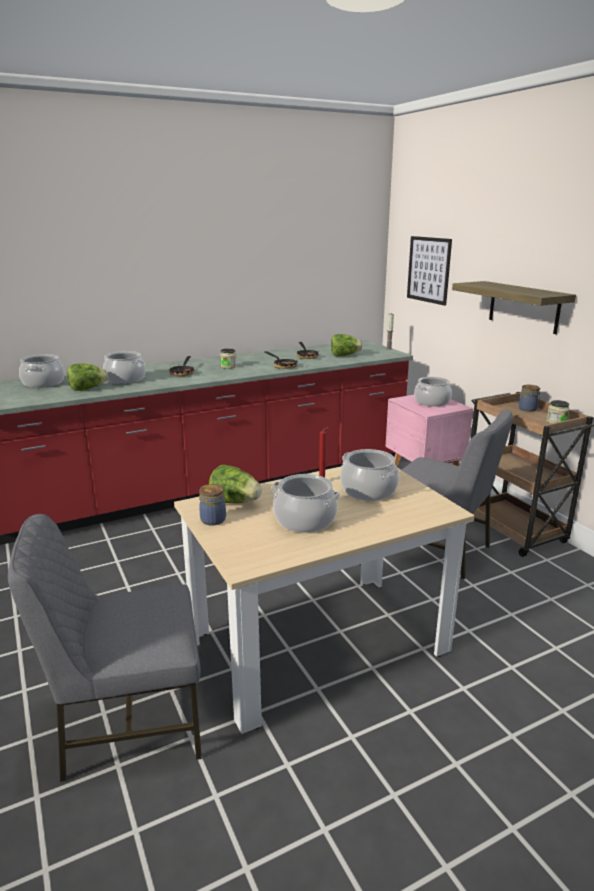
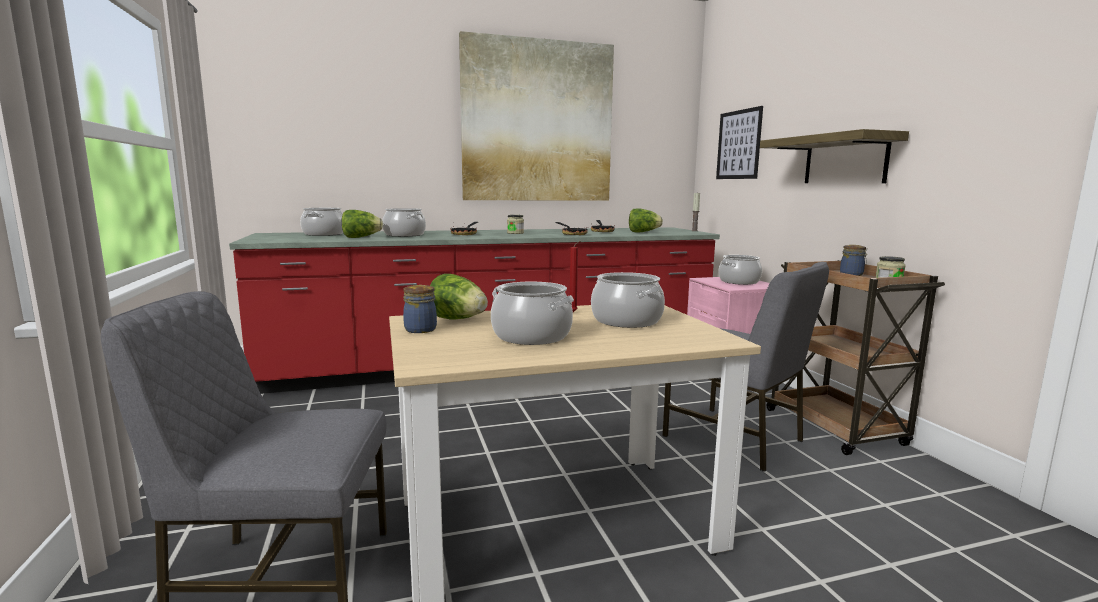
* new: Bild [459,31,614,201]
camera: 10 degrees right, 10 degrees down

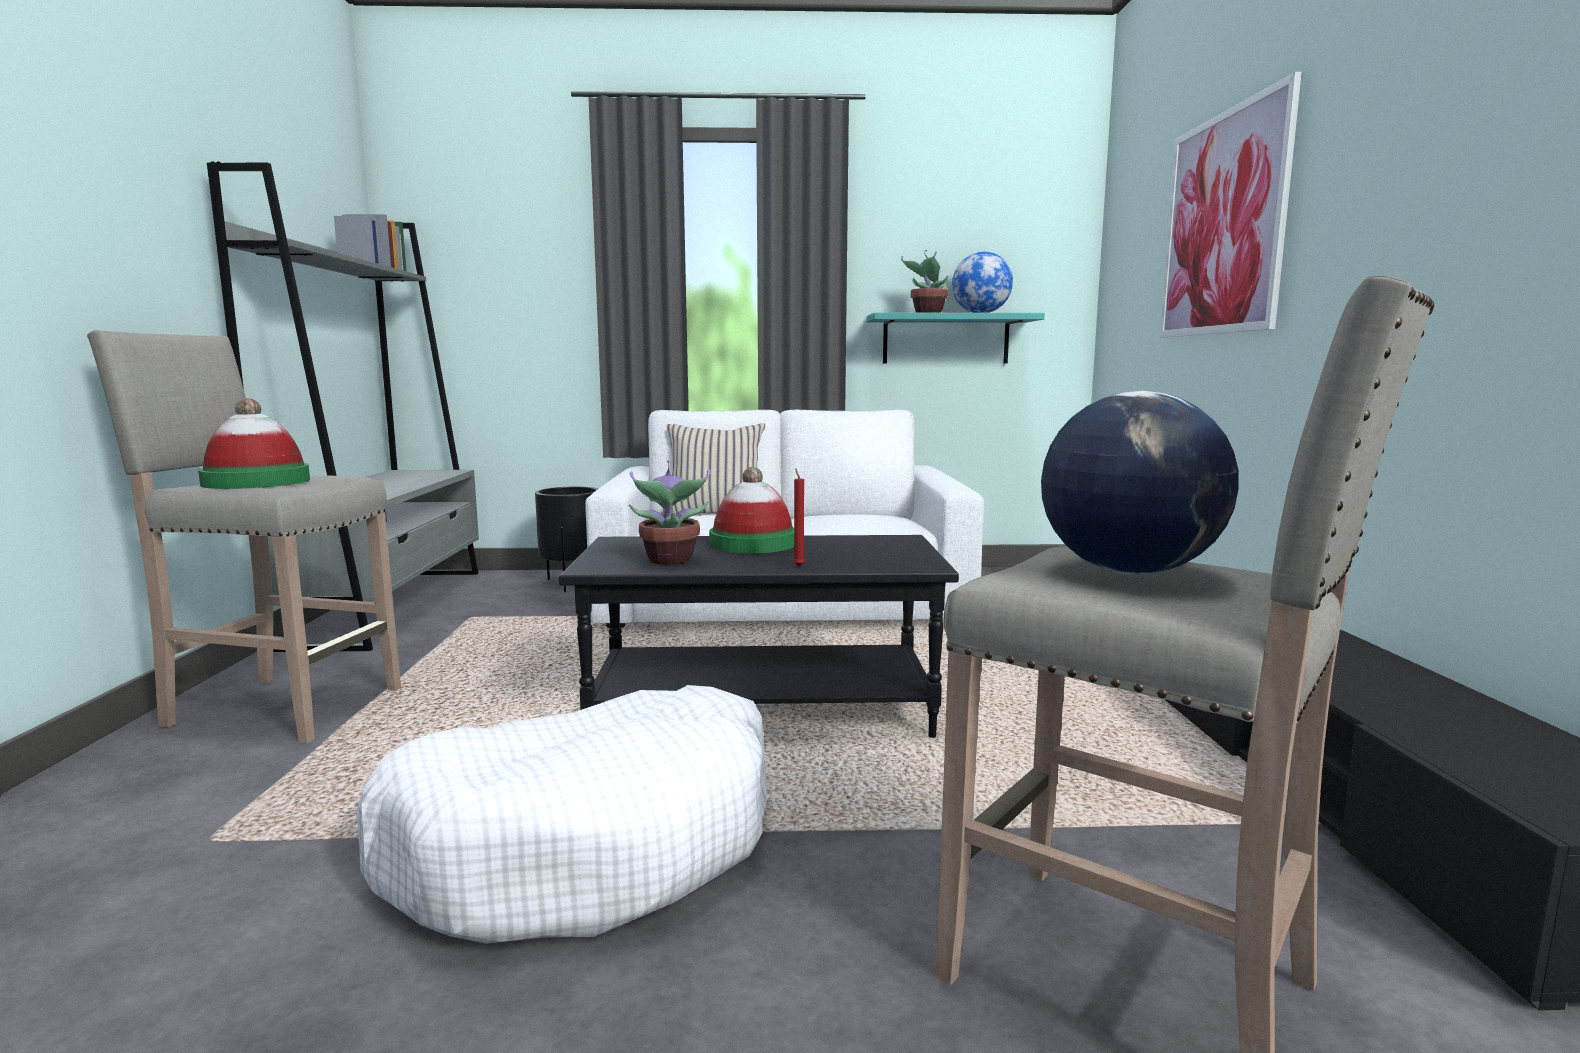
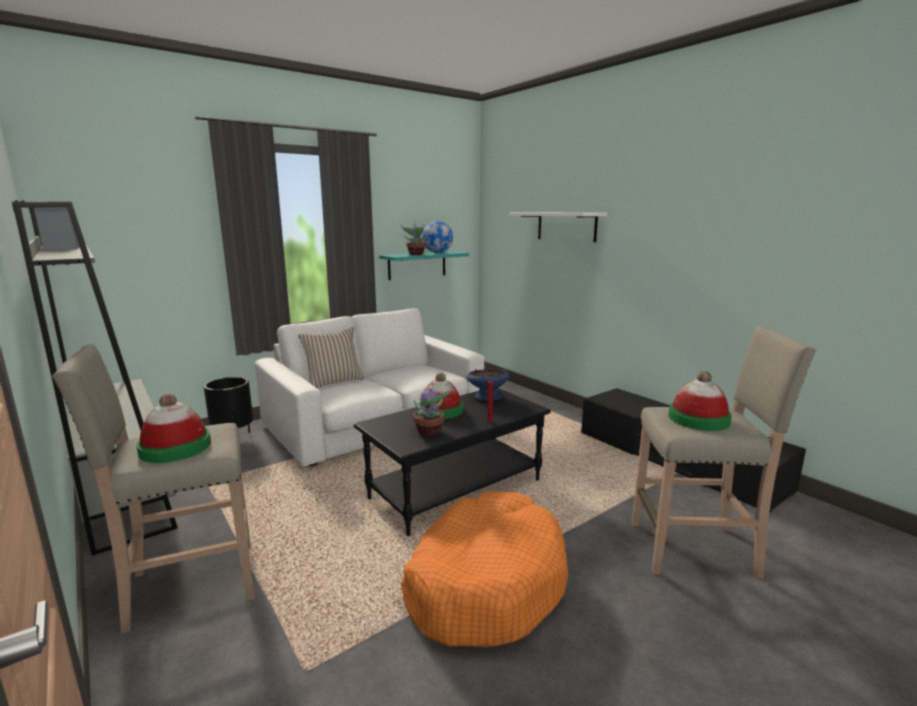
* new: Schüssel/blau [467,368,509,401]
* swapped: Globus [1041,391,1239,575] to Hut [668,371,732,431]
* swapped: Bild [1159,72,1302,338] to Wandregal/weiß [509,212,607,242]
* repainted: Hundebett/weiß [356,685,767,944] to Hundebett/orange [401,491,568,647]
camera: 35 degrees left, 5 degrees up

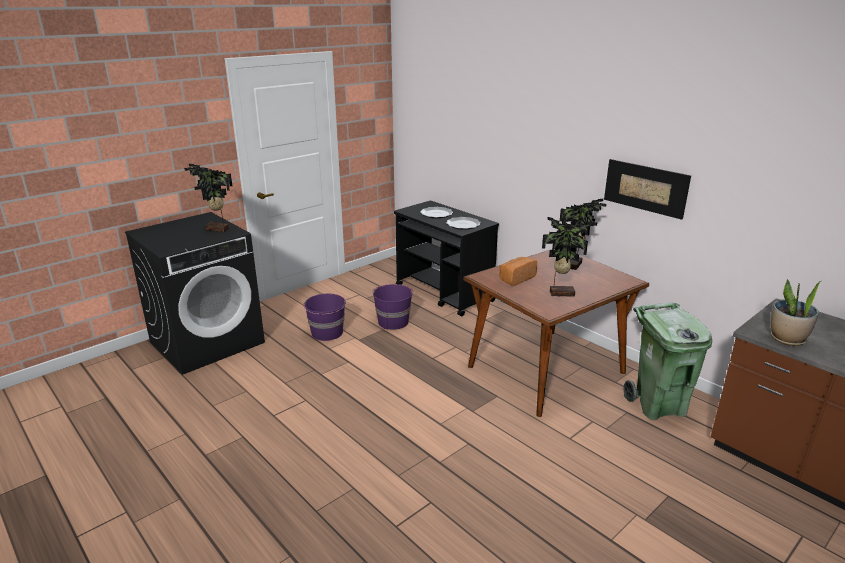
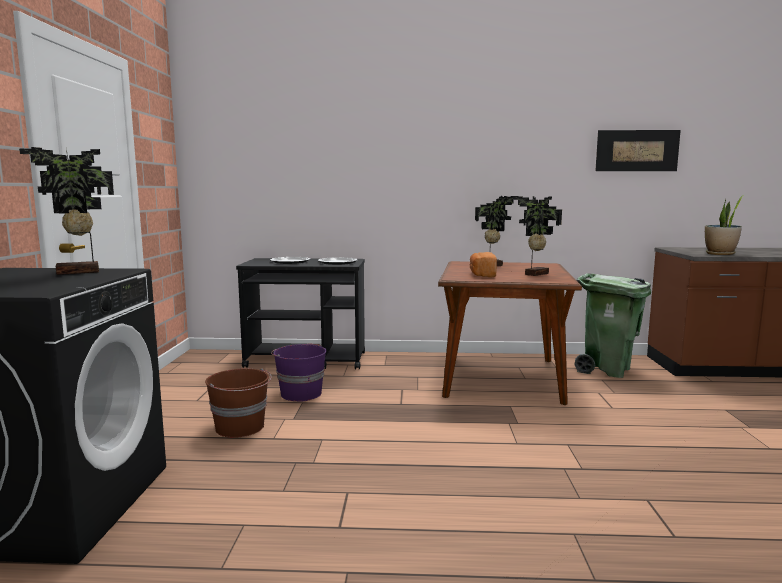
* shifted: Bild [604,159,691,220] to [595,130,681,171]
* repainted: Eimer/lila [303,294,346,341] to Eimer/braun [205,368,272,438]
camera: 45 degrees left, 15 degrees down

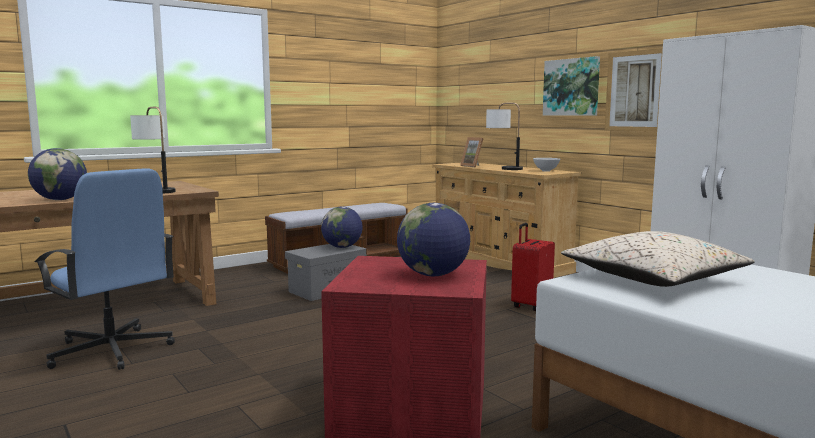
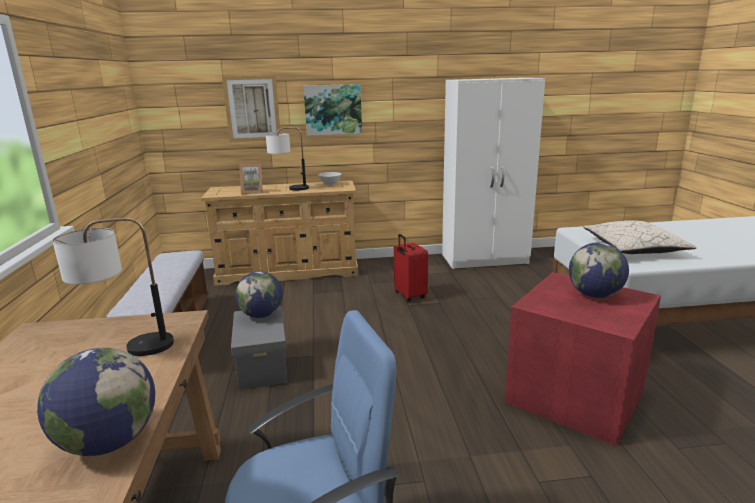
* shifted: Bild [605,48,663,132] to [222,75,281,142]
camera: 60 degrees left, 10 degrees up

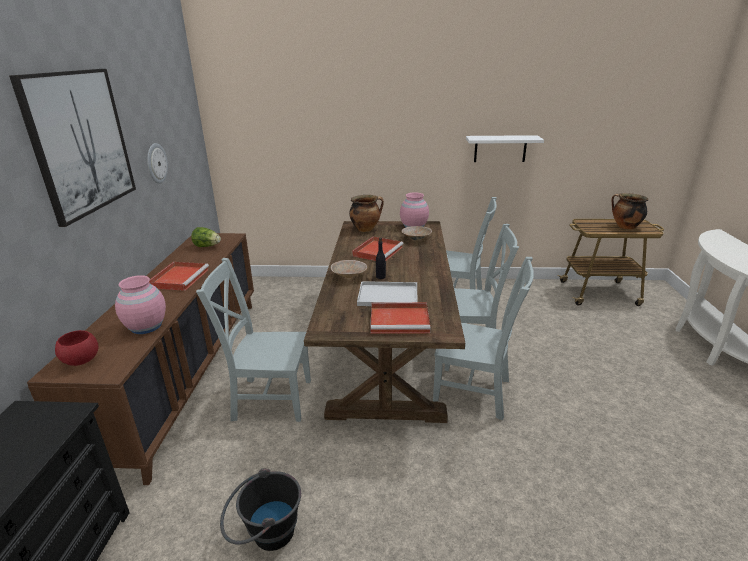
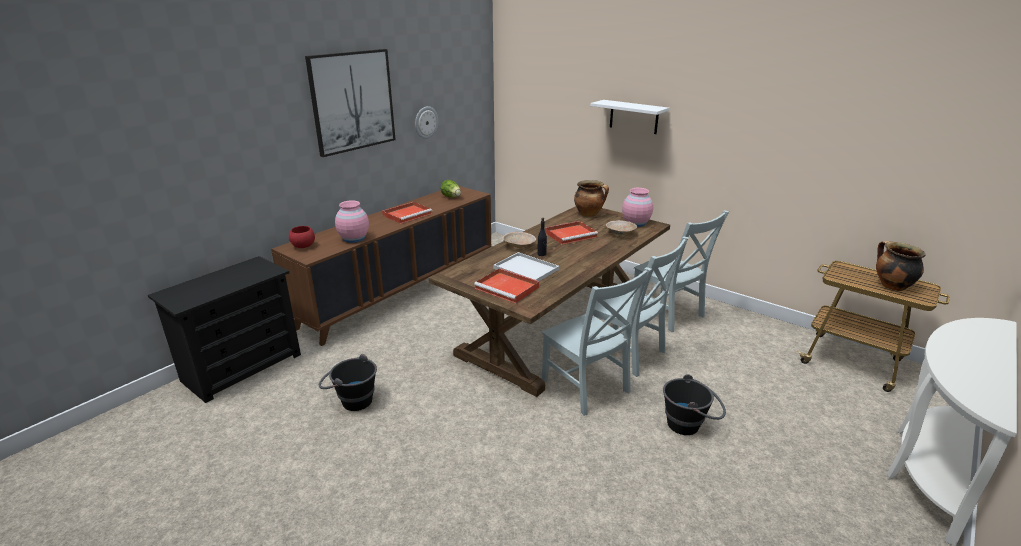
* gone: Stuhl/grau [196,258,311,422]
* new: Eimer/schwarz [663,374,726,435]
* shifted: Wandregal/weiß [466,135,544,162] to [590,100,669,134]
camera: 35 degrees right, 0 degrees up

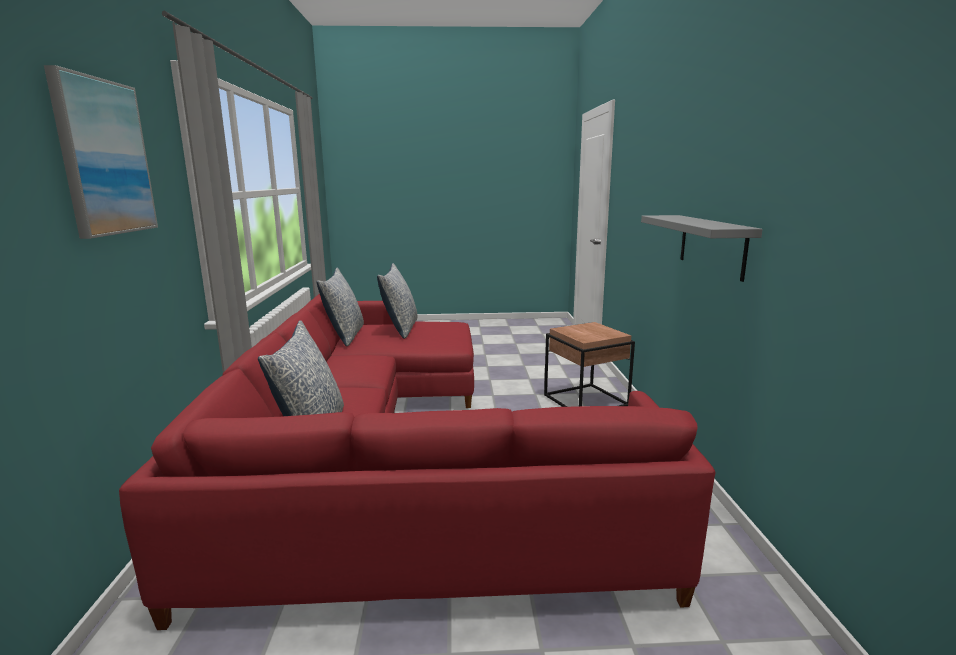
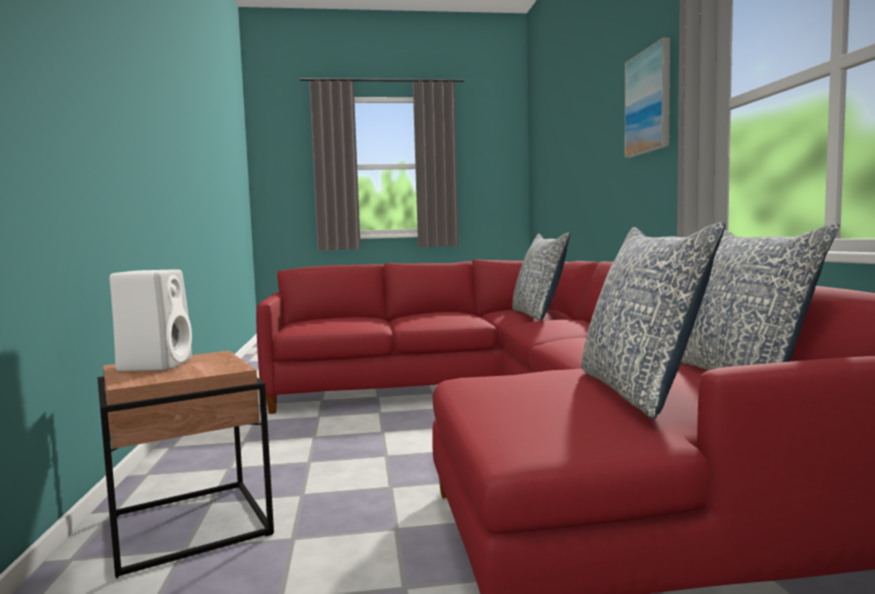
* gone: Wandregal/grau [641,215,763,282]
* new: Lautsprecher/weiß [109,269,192,371]
camera: 175 degrees right, 10 degrees down

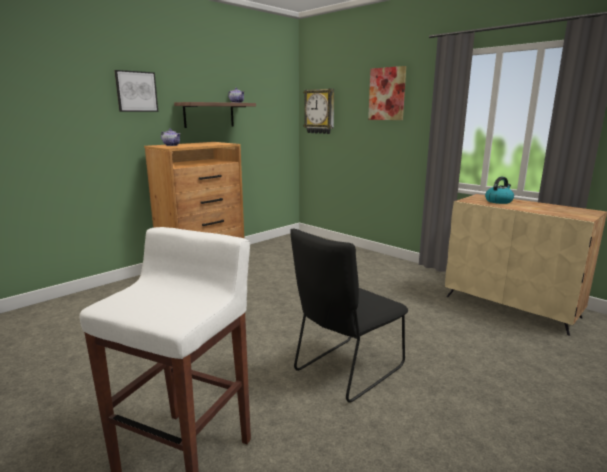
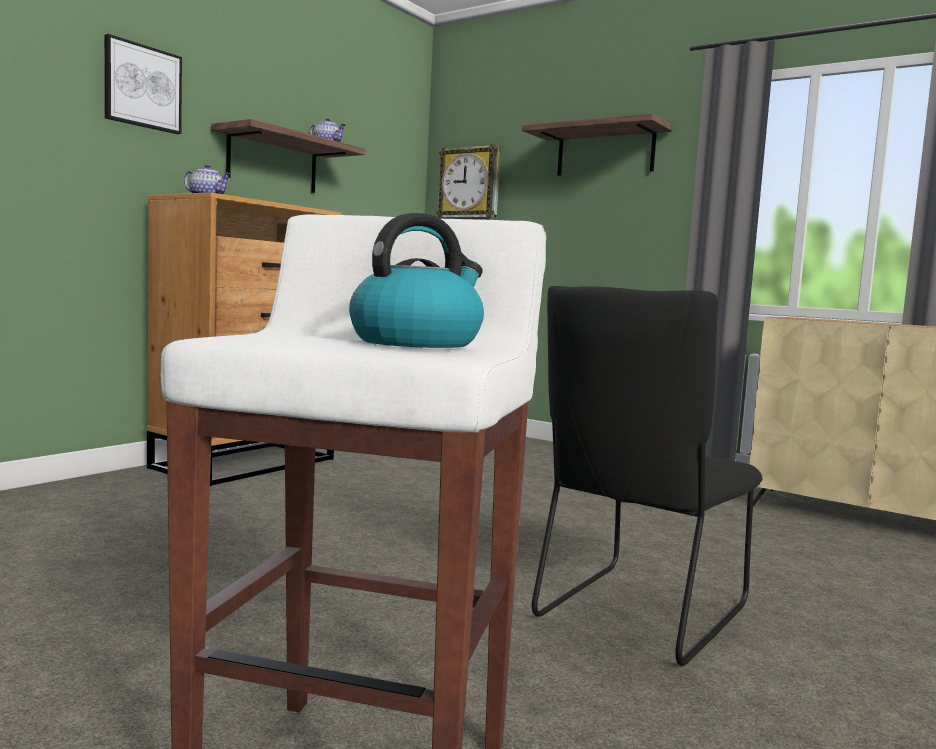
* shifted: Wasserkessel [485,177,514,204] to [349,213,484,348]
* swapped: Bild [368,66,406,120] to Wandregal [522,113,673,176]
camera: 10 degrees left, 10 degrees down

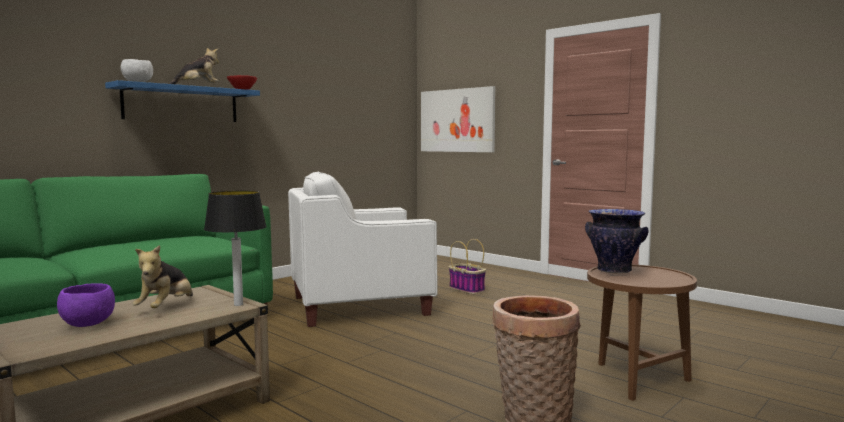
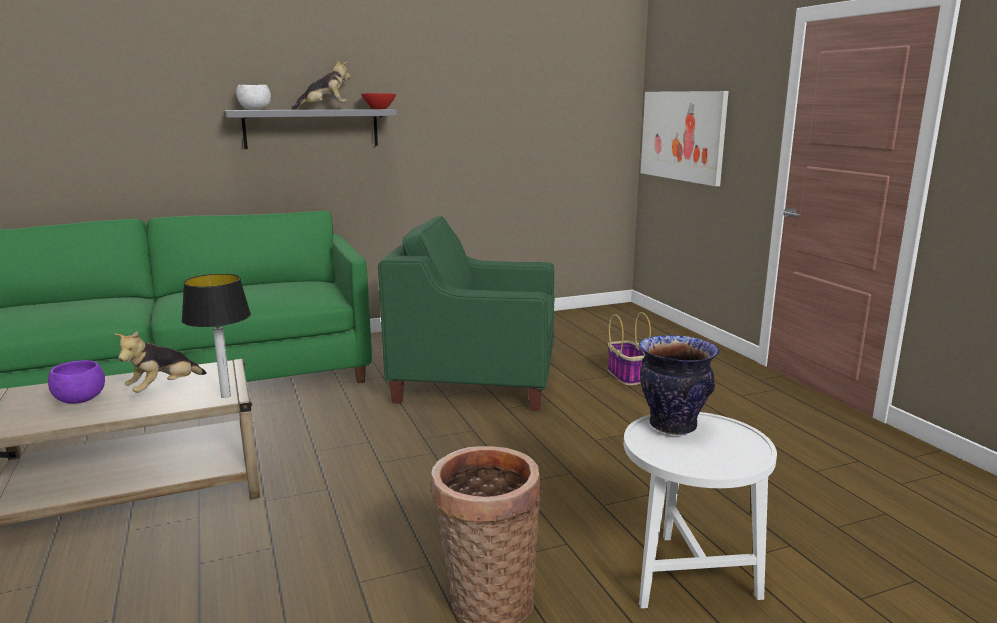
* repainted: Wandregal/blau [105,80,260,122] to Wandregal/grau [225,109,397,149]
* repainted: Sessel/weiß [288,172,438,327] to Sessel/grün [378,216,555,411]
* repainted: Beistelltisch/braun [587,264,697,401] to Beistelltisch/weiß [624,412,777,608]
camera: 25 degrees right, 10 degrees up

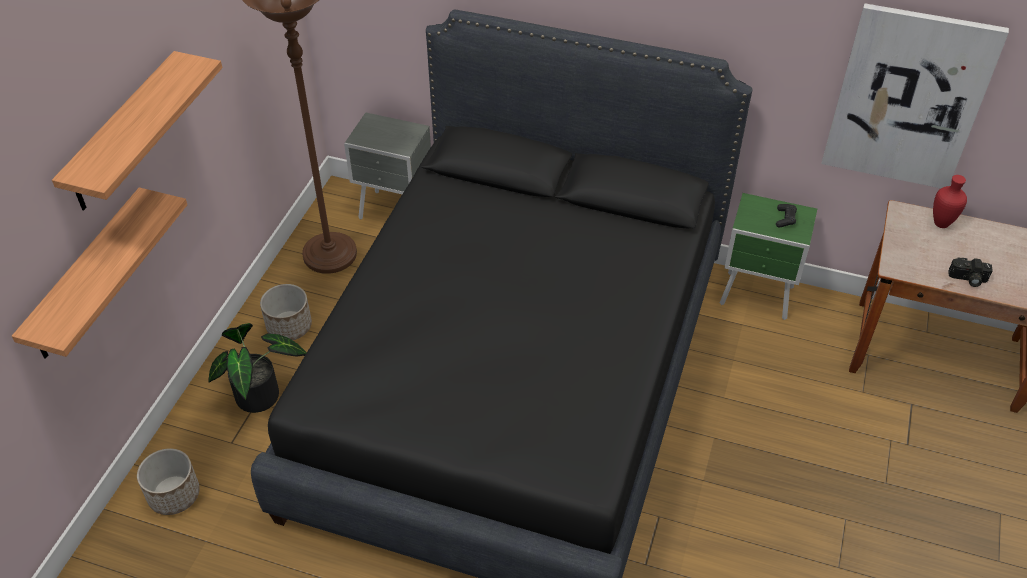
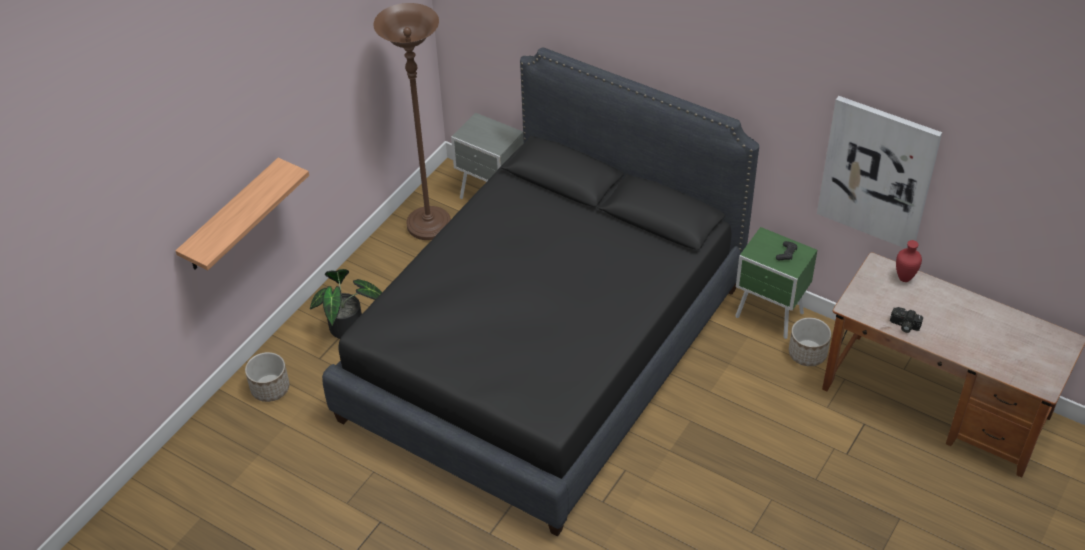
* gone: Wandregal [52,51,222,211]
* shifted: Pflanzkübel [260,284,312,340] to [789,318,831,366]
camera: 15 degrees right, 0 degrees up

